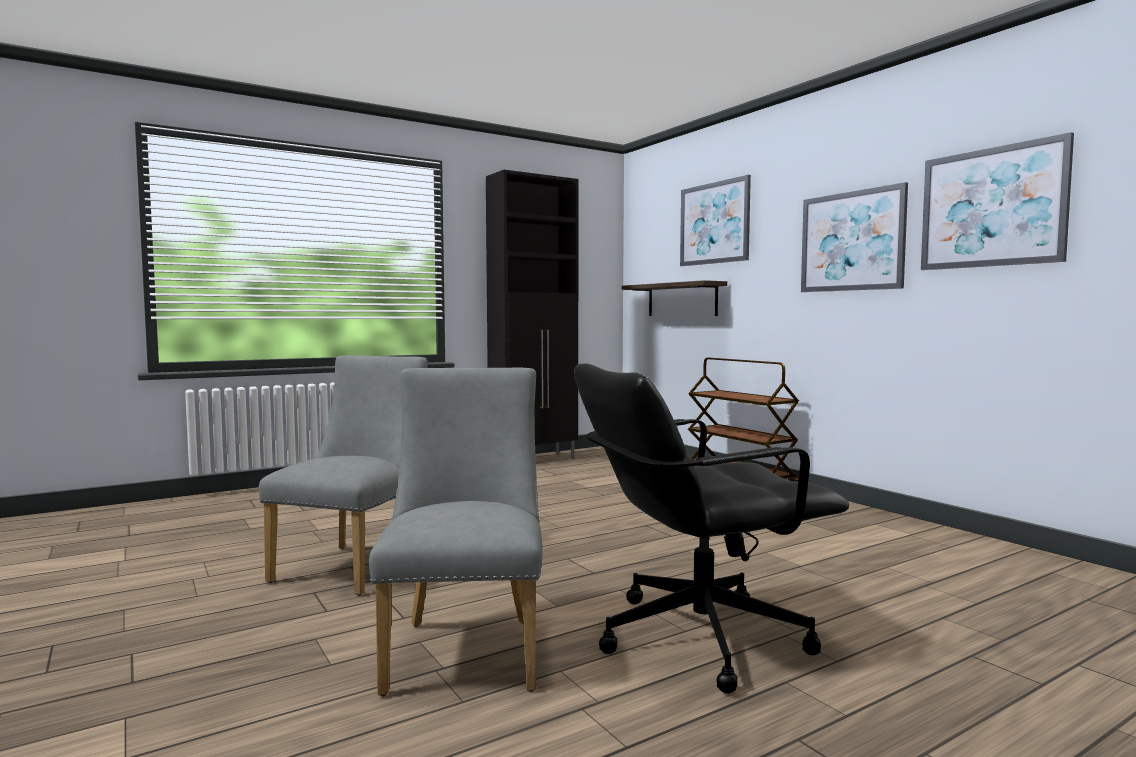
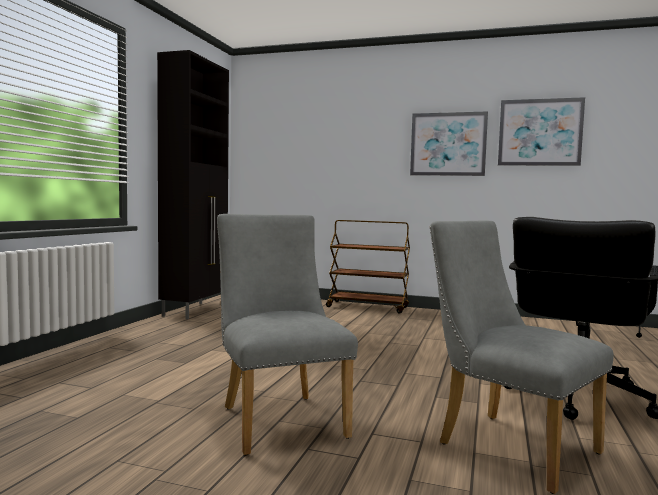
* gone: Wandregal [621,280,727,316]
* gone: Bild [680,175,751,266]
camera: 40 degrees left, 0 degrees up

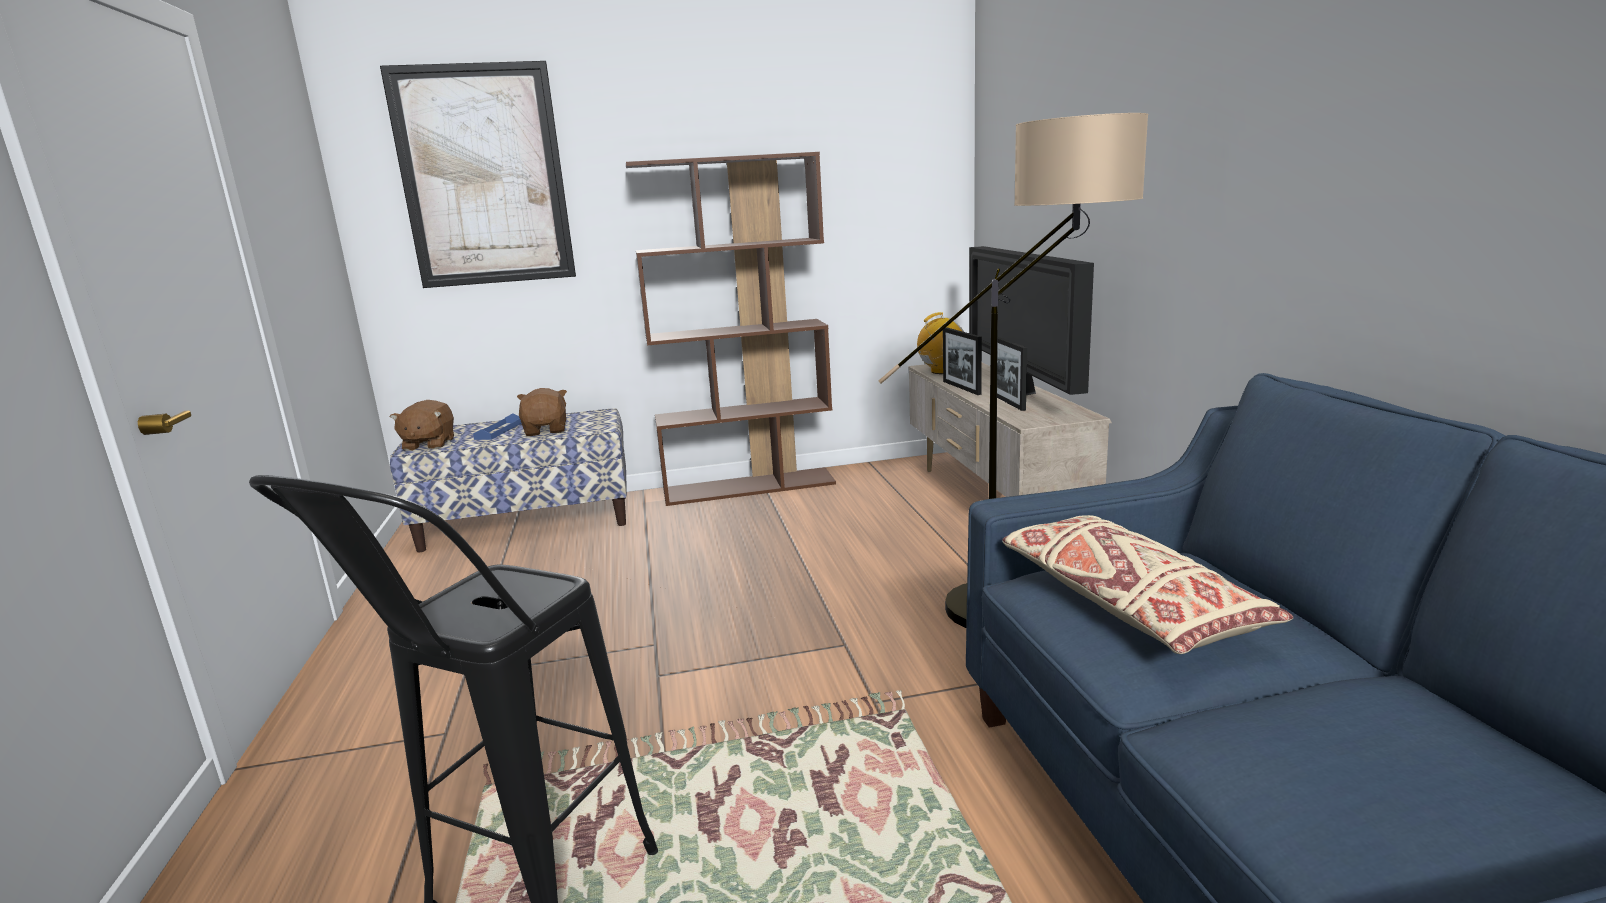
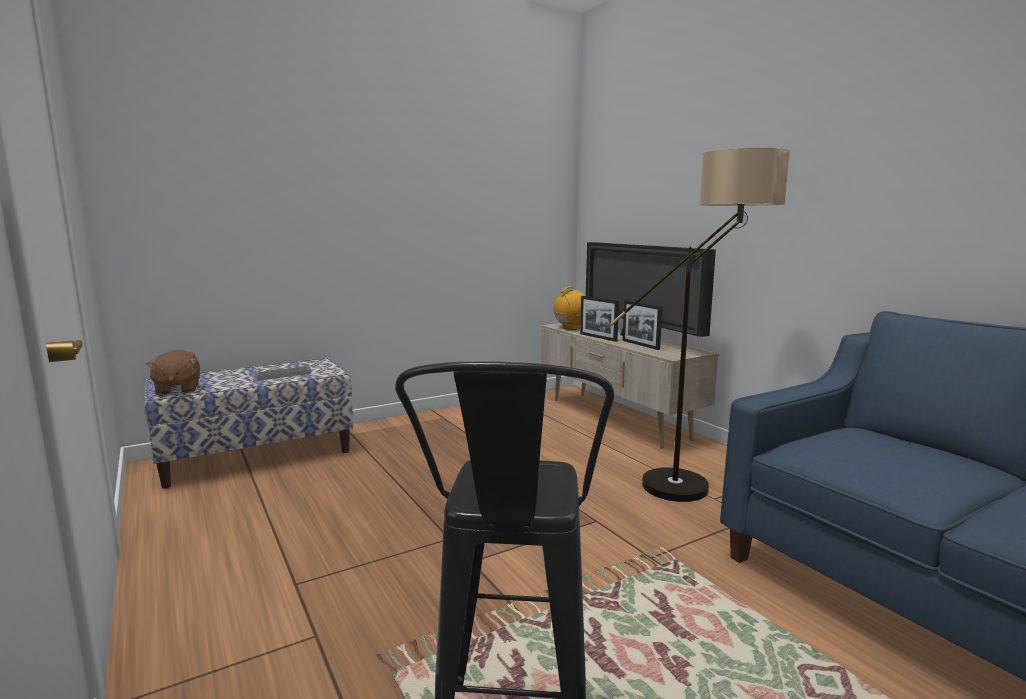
* gone: Bild [380,61,576,288]
* gone: Tablett/blau [473,413,522,440]
* gone: Bücherregal/braun [626,152,836,506]
* gone: Kissen/beige [1002,515,1293,654]
* swapped: Plüschtier/braun [517,388,567,436] to Tablett/grau [255,364,311,381]
camera: 20 degrees left, 5 degrees down

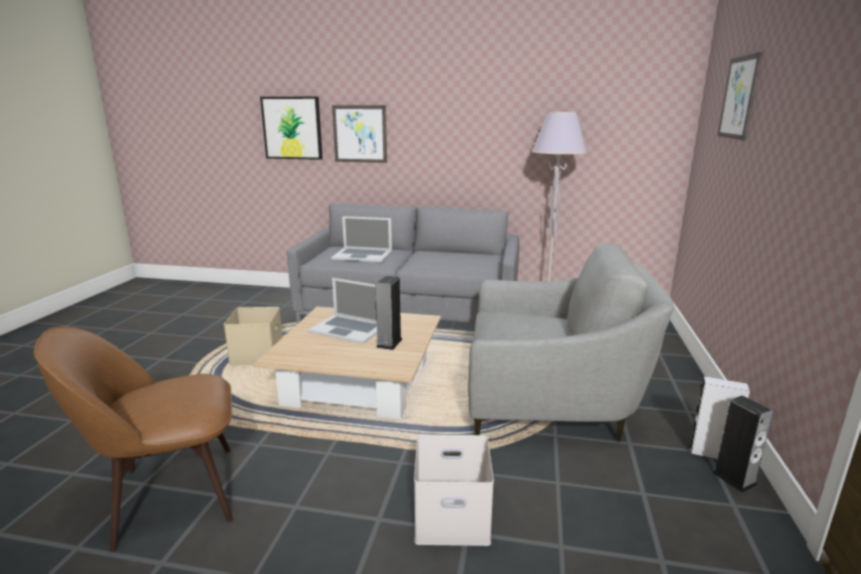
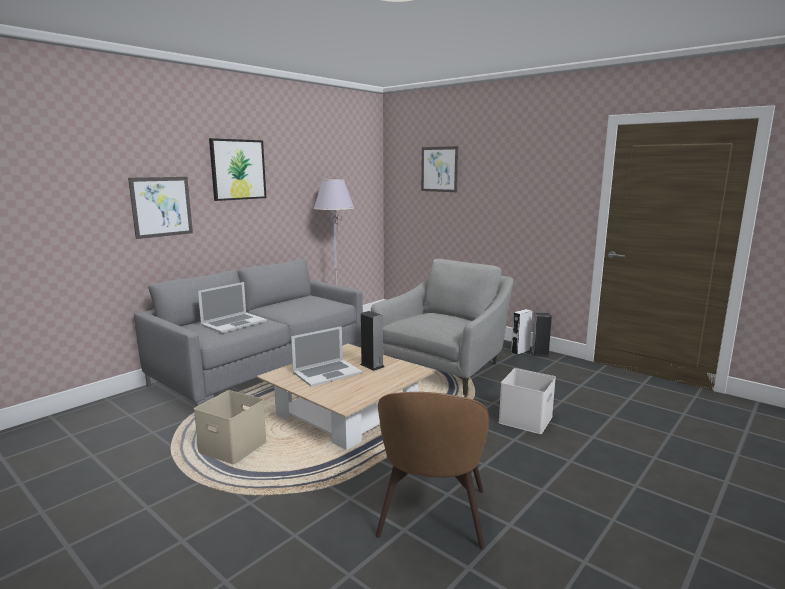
* shifted: Bild [260,97,323,160] to [209,138,266,201]
camera: 60 degrees left, 5 degrees down

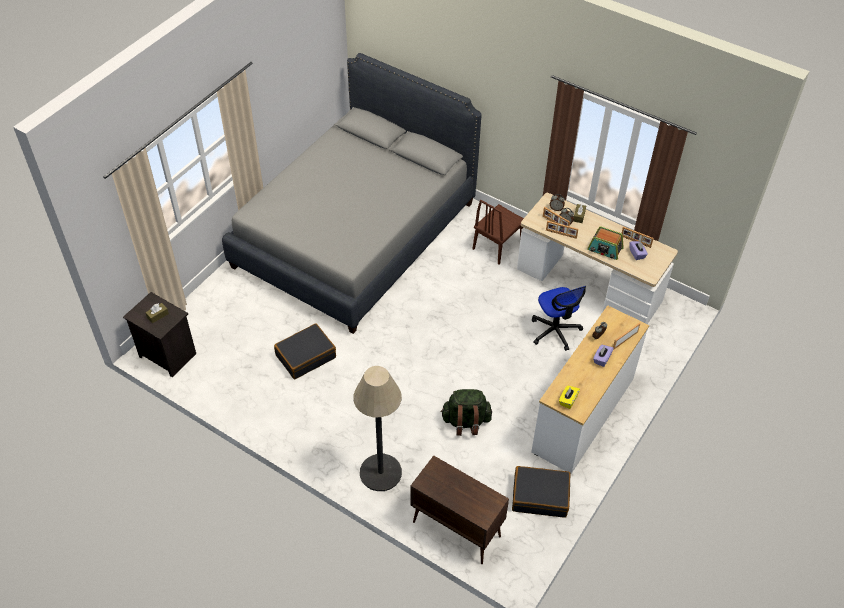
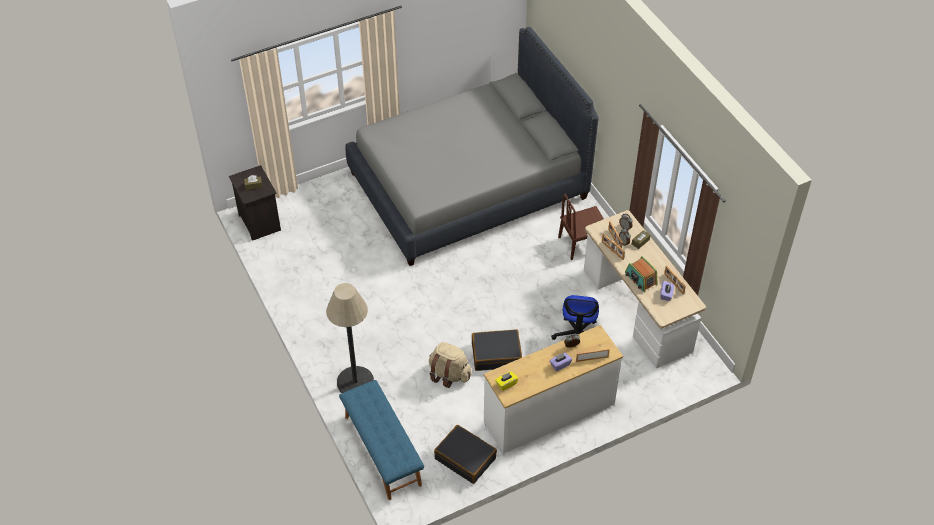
* shifted: Koffer/schwarz [274,323,336,379] to [472,329,522,371]
* swapped: Schrank/braun [410,455,509,564] to Bank/blau [339,380,424,500]
* repainted: Rucksack/grün [441,389,492,436] to Rucksack/beige [429,342,472,388]
camera: 30 degrees right, 0 degrees up

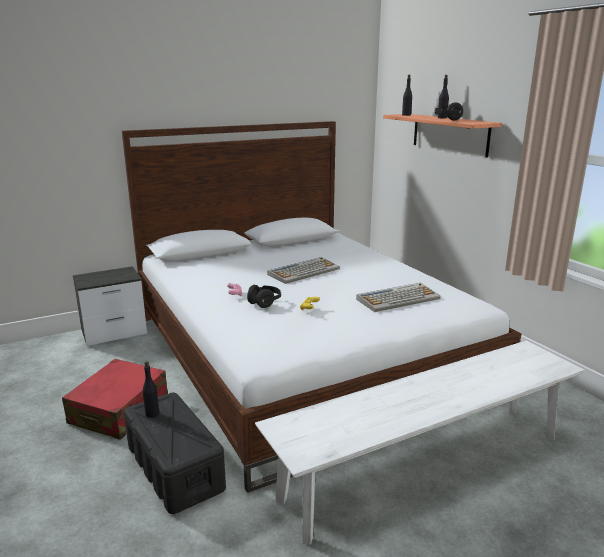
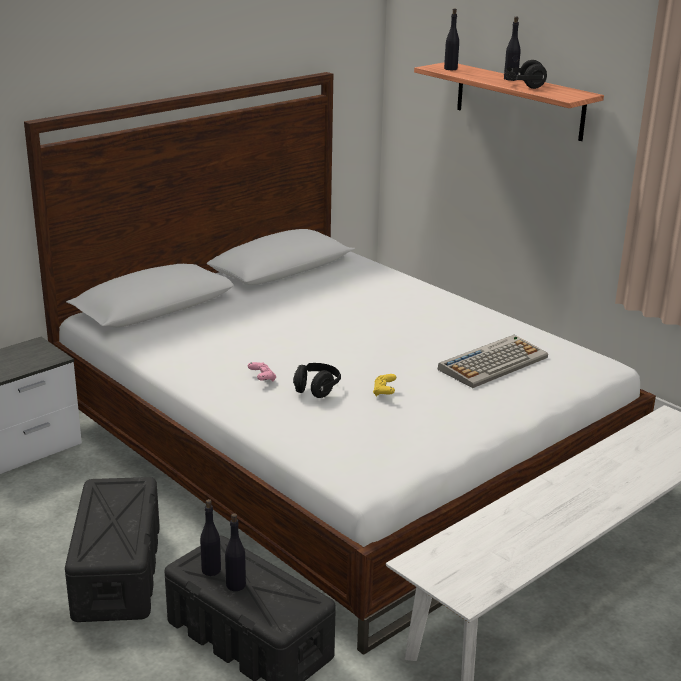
* gone: Tastatur [268,257,340,284]
* new: Flasche/schwarz [225,513,246,591]
* swapped: Koffer/rot [62,359,168,440] to Aufbewahrungsbox/schwarz [65,477,160,622]
camera: 15 degrees left, 5 degrees up

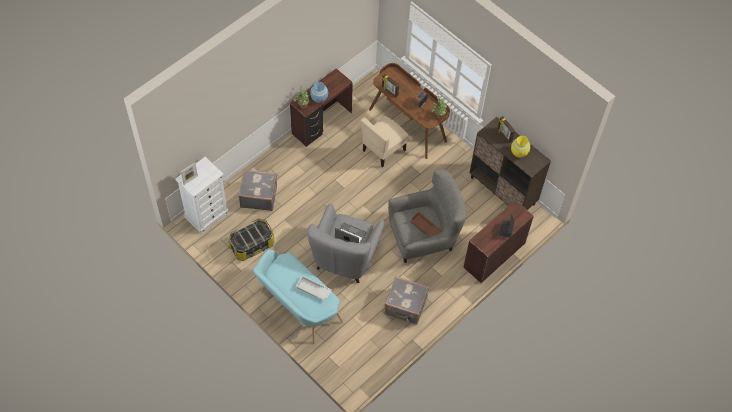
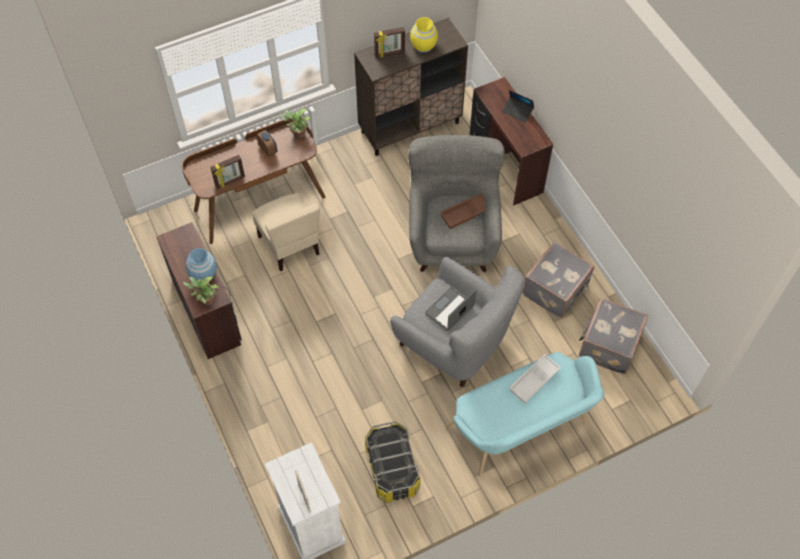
* shifted: Koffer/grau [238,170,277,211] to [579,298,648,375]
camera: 70 degrees left, 0 degrees up

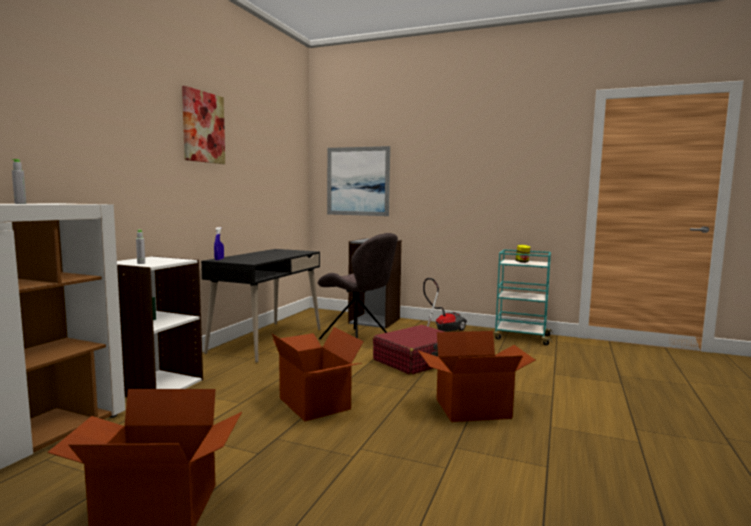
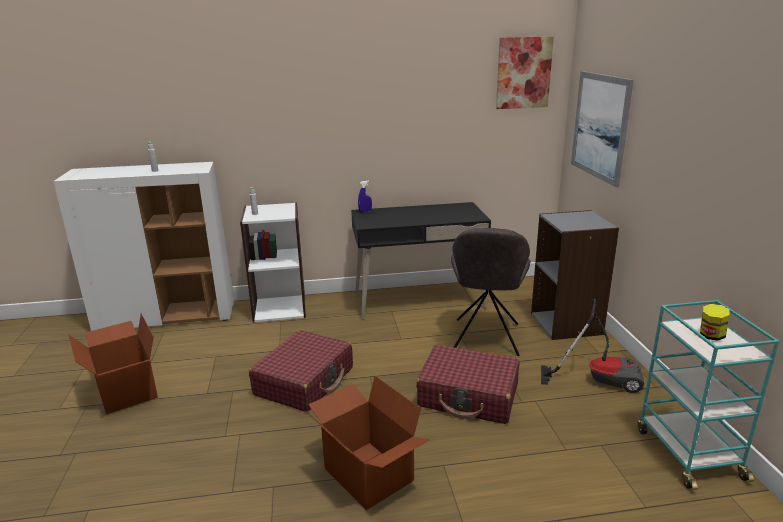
* shifted: Bild [182,86,225,164] to [496,36,554,109]
* swapped: Karton [272,327,364,422] to Koffer/rot [249,330,353,412]
camera: 60 degrees right, 15 degrees up

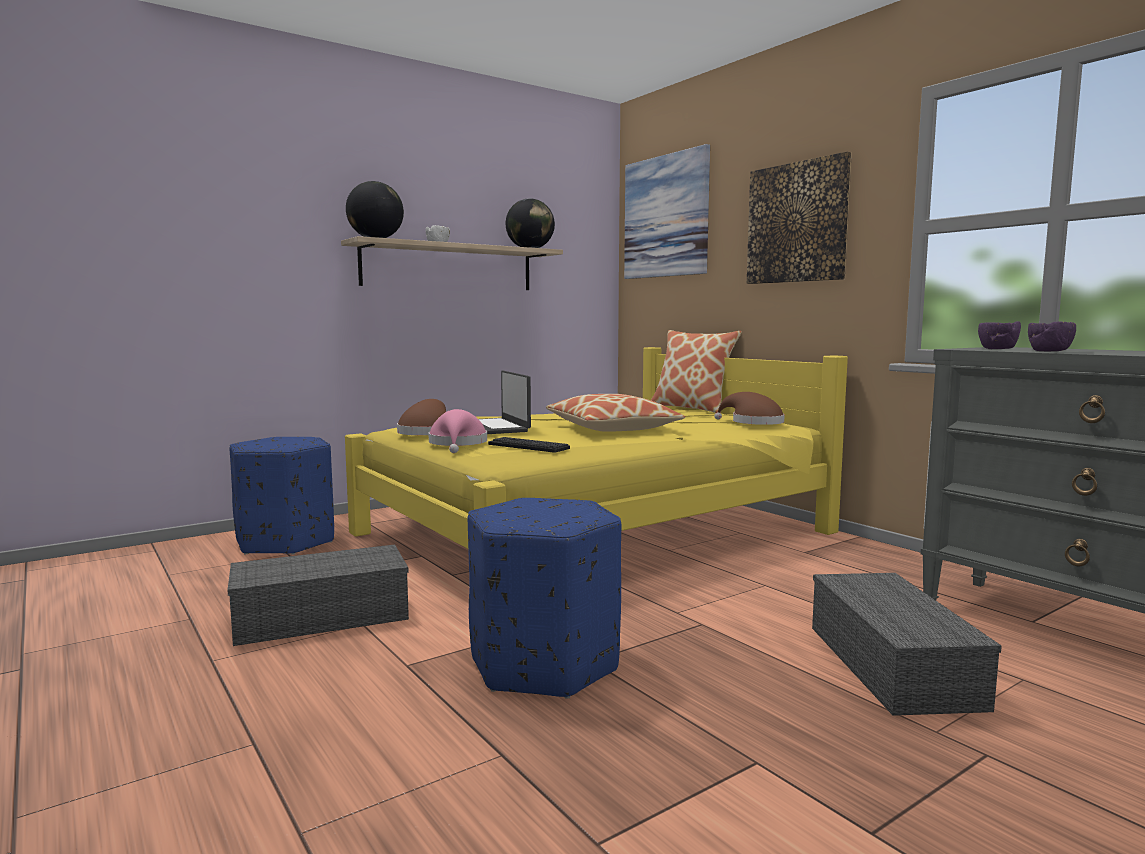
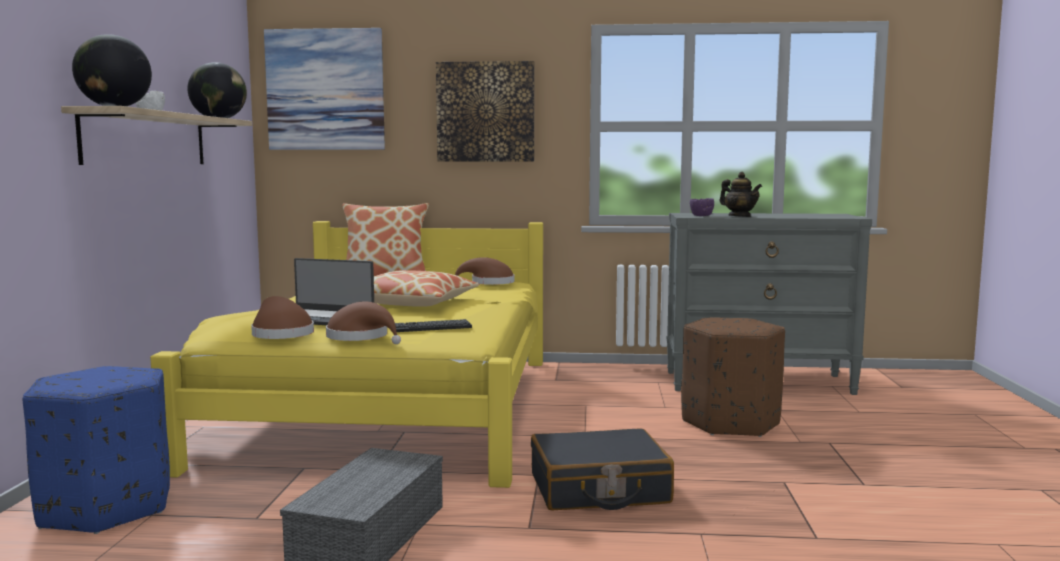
* swapped: Polsterhocker/blau [468,498,621,699] to Koffer/schwarz [531,428,674,510]
* swapped: Aufbewahrungsbox/grau [812,573,1002,716] to Polsterhocker/braun [681,317,785,437]
* swapped: Schüssel/lila [1028,322,1076,351] to Teekanne [720,172,762,217]
* repainted: Hut/rosa [429,409,487,453] to Hut/braun [326,301,401,344]
camera: 50 degrees left, 0 degrees up

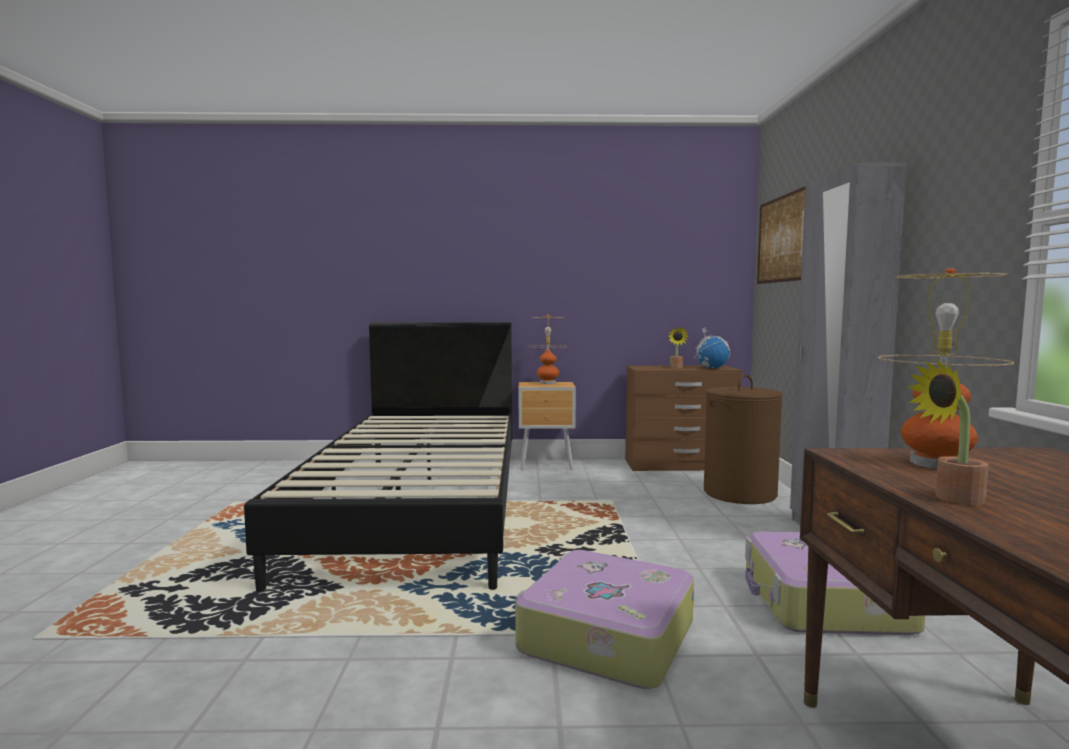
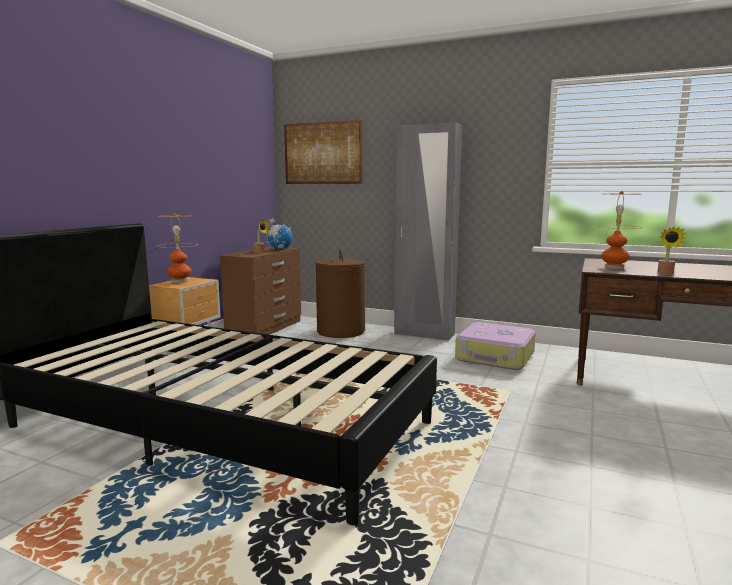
* gone: Koffer [515,550,694,689]
camera: 65 degrees left, 5 degrees up

